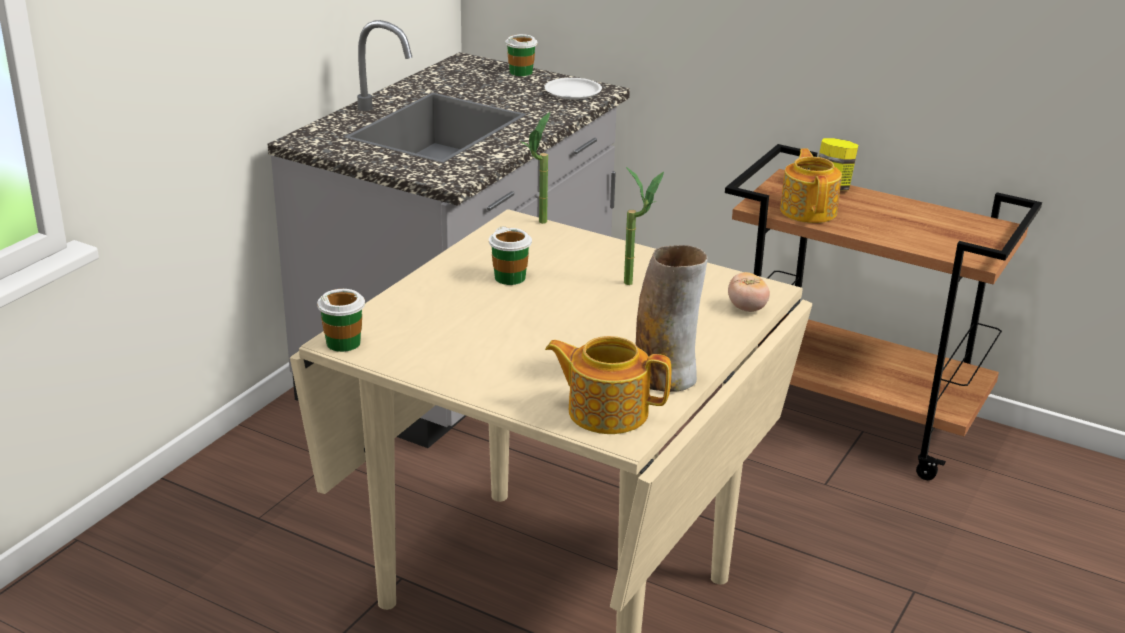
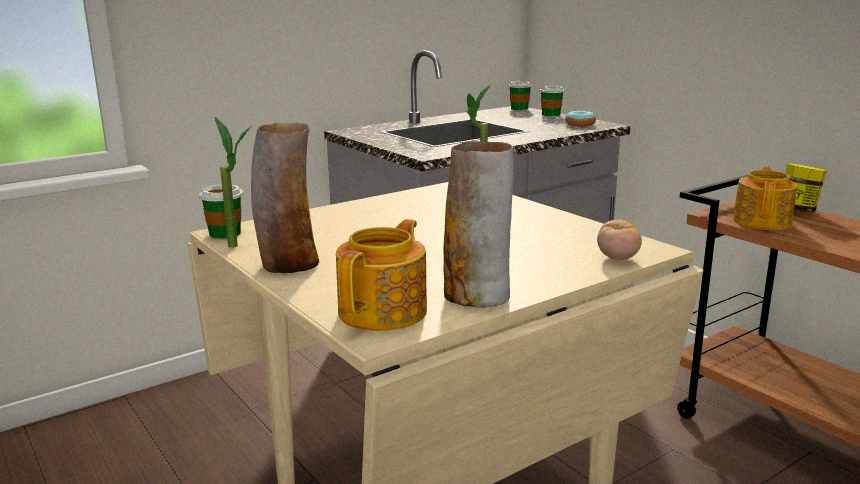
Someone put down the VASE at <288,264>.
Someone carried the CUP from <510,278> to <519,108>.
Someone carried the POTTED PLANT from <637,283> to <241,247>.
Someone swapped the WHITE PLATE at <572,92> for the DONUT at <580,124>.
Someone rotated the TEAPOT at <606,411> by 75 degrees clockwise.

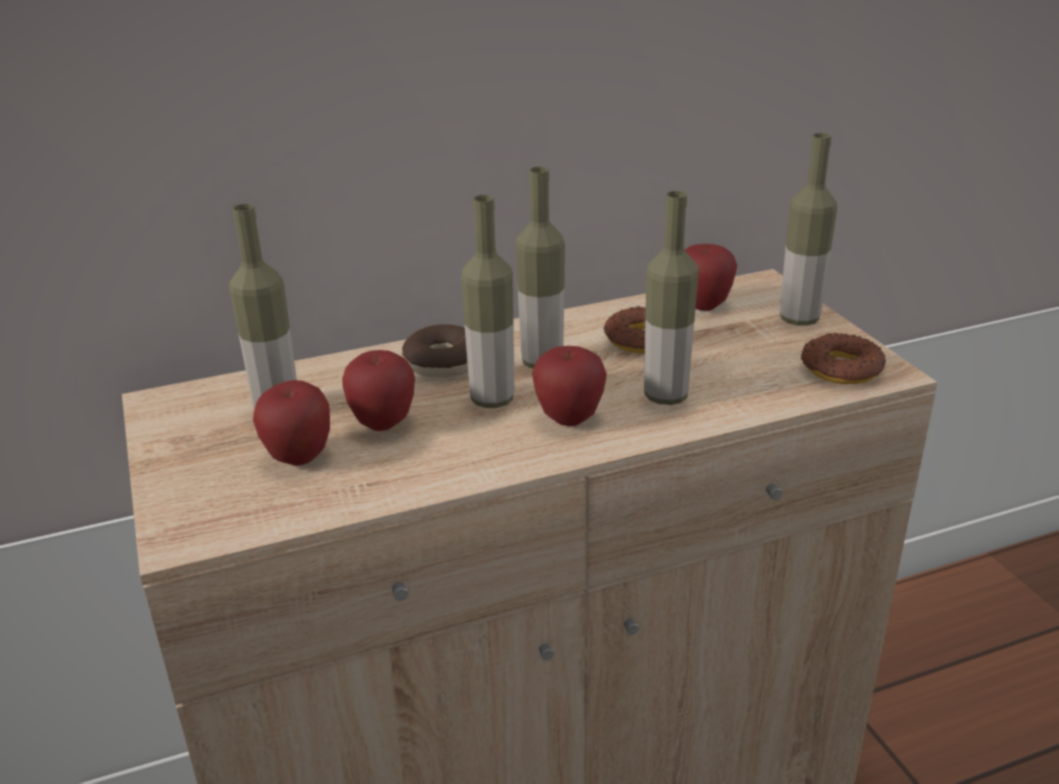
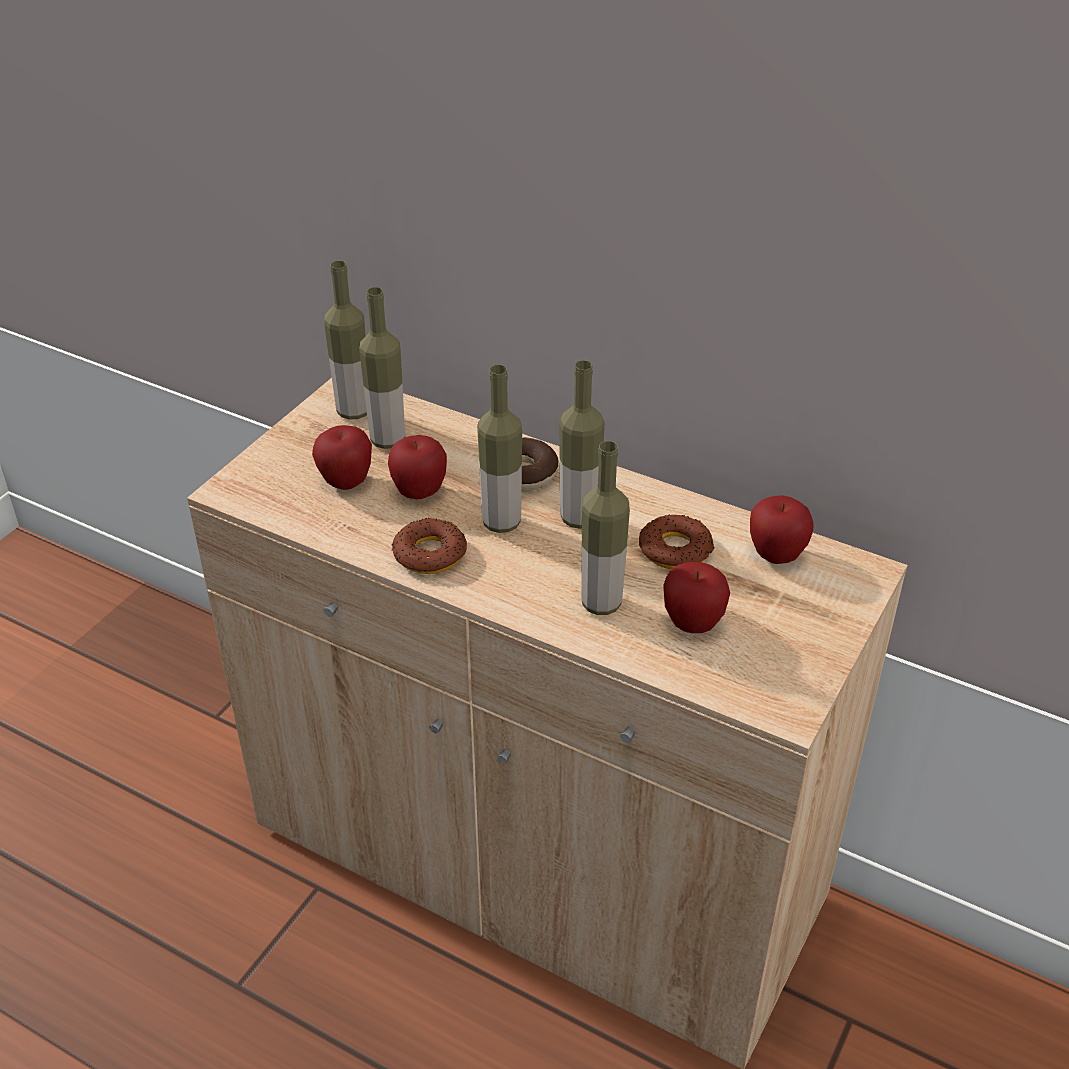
Someone carried the APPLE from <569,418> to <692,624>.
Someone carried the BOTTLE from <799,319> to <353,411>.
Someone carried the DONUT from <841,368> to <430,554>.

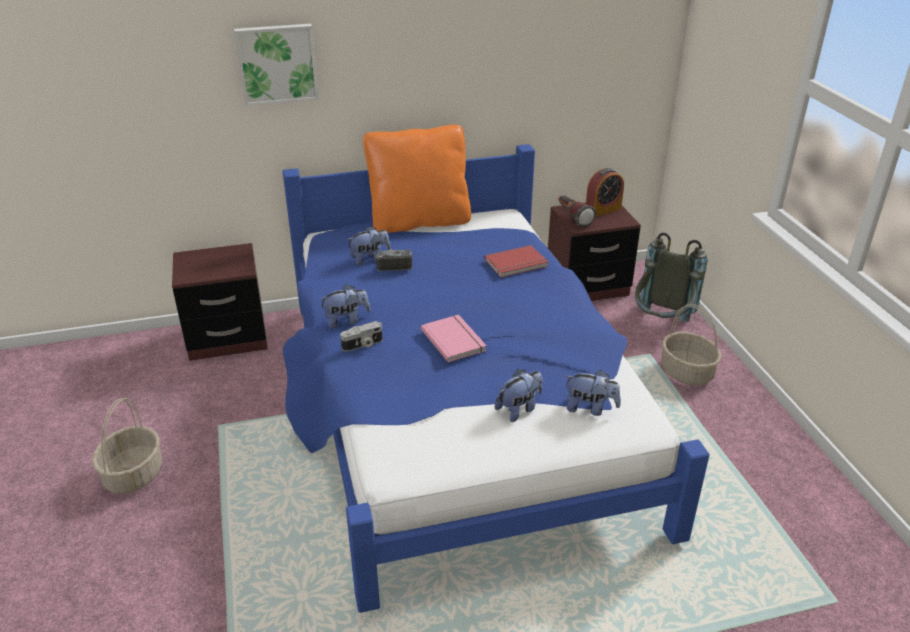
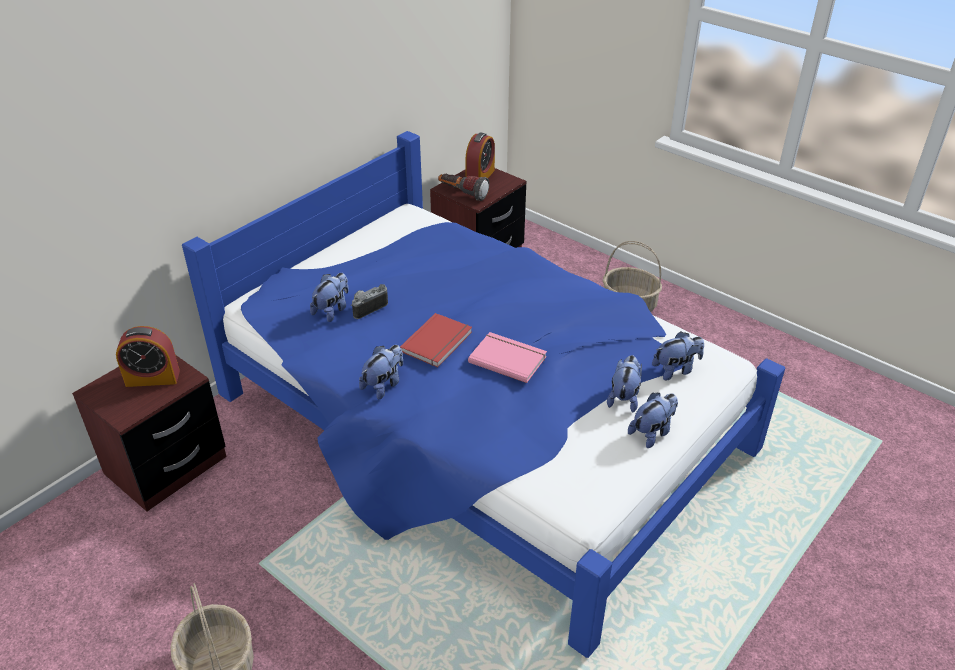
Someone took away the PICTURE at <277,63>.
Someone took away the PHOTO CAMERA at <363,345>.
Someone took away the ORANGE PILLOW at <419,222>.
Someone took away the GREY BACKPACK at <660,325>.
Someone put down the ALARM CLOCK at <152,378>.
Someone put down the PLUSH TOY at <652,432>.
Someone carried the RED BOOK from <517,264> to <438,342>.

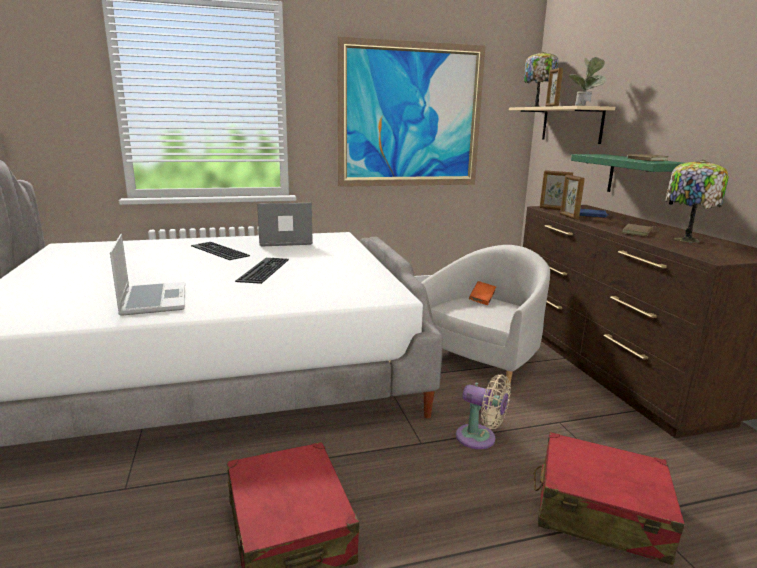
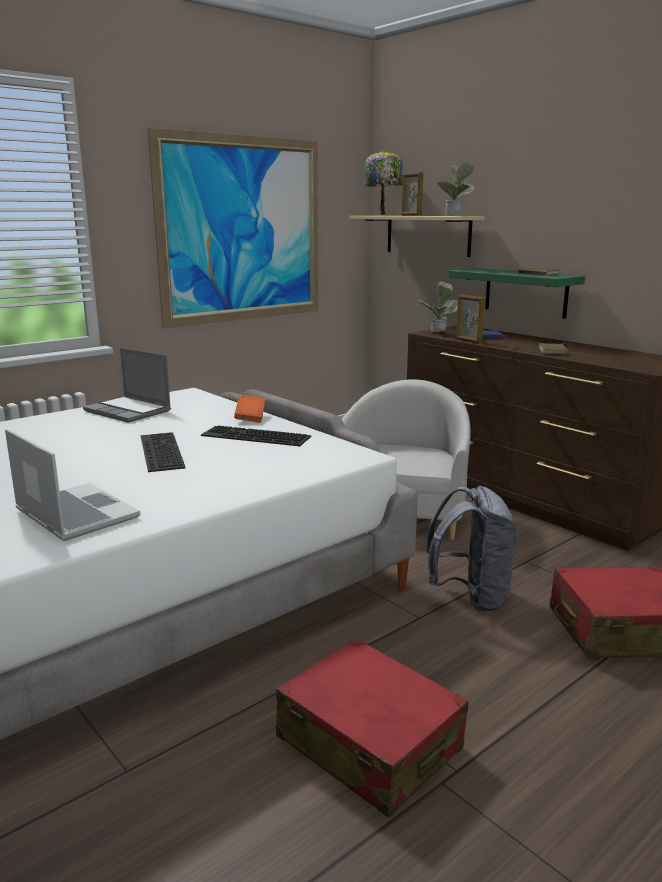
Someone took away the TABLE LAMP at <685,240>.
Someone carried the KEYBOARD from <217,251> to <254,436>.
Someone carried the ORANGE BOOK from <482,300> to <250,418>.
Someone swapped the BEIGE FAN at <480,439> for the GREY BACKPACK at <470,597>.
Someone swapped the PICTURE FRAME at <553,209> for the POTTED PLANT at <439,333>.
Someone rotated the LAPTOP at <284,241> by 105 degrees counterclockwise.

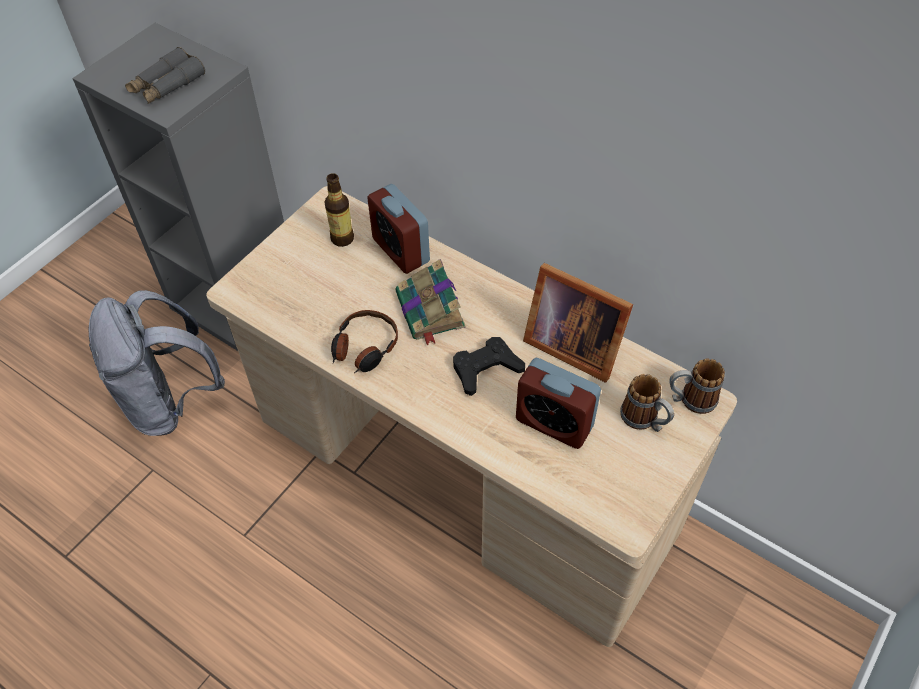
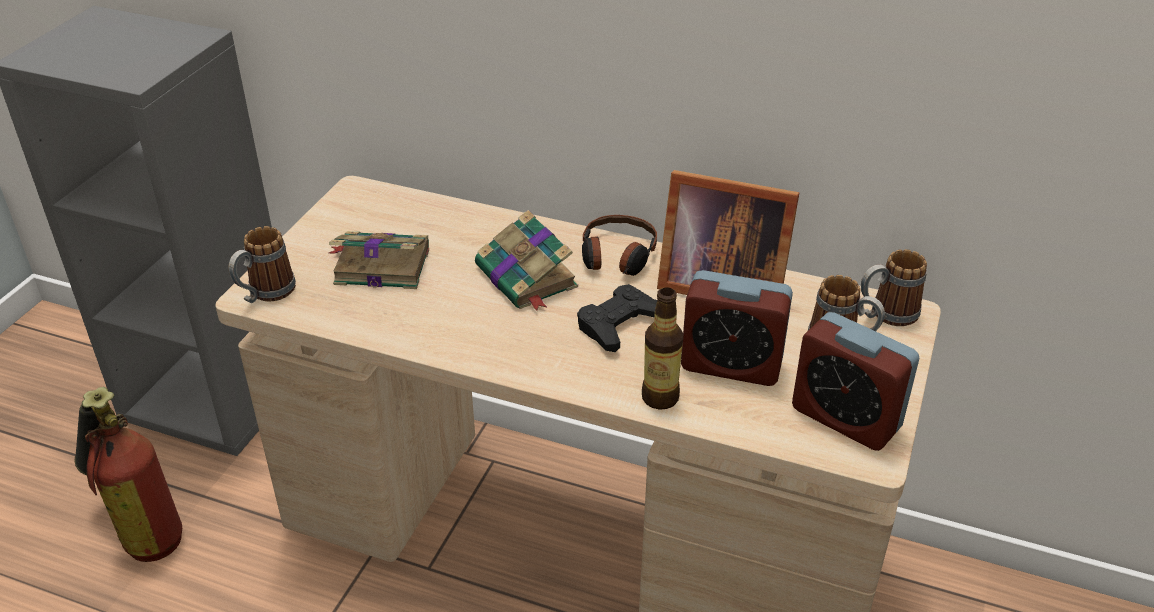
Someone took away the GREY BINOCULARS at <167,85>.
Someone put down the MUG at <265,294>.
Someone put down the BOOK at <380,266>.
Someone carried the BOTTLE from <342,238> to <660,398>.
Someone carried the HEADPHONES from <364,348> to <617,256>.
Someone carried the ALARM CLOCK from <401,250> to <845,418>.
Someone swapped the GREY BACKPACK at <170,401> for the FIRE EXTINGUISHER at <141,530>.

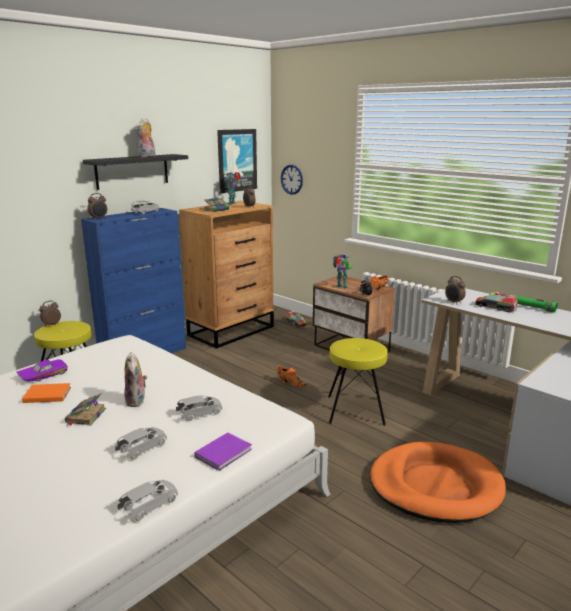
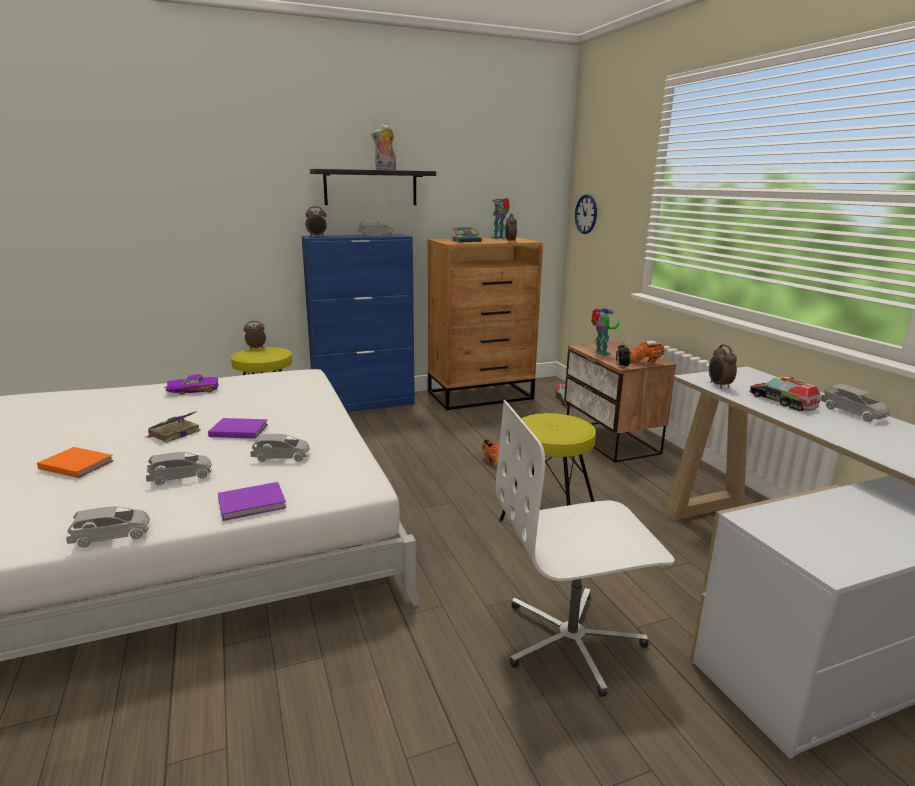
Someone took away the PICTURE at <237,160>.
Someone carried the ORANGE BOOK from <46,394> to <76,464>.
Someone swapped the PLUSH TOY at <137,401> for the PURPLE BOOK at <238,430>.
Someone swapped the ORANGE DOG BED at <435,486> for the WHITE OFFICE CHAIR at <572,640>.
Someone swapped the GREEN FLASHLIGHT at <534,308> for the GREY TOY CAR at <853,413>.

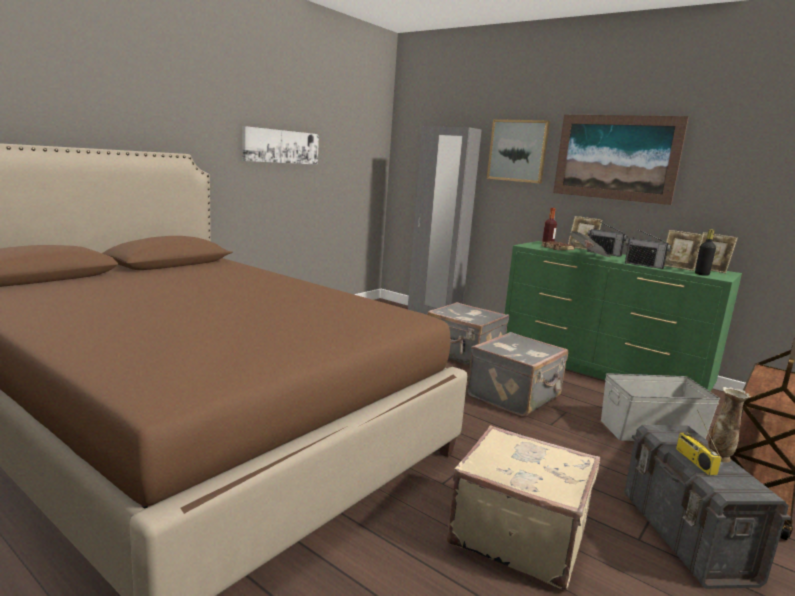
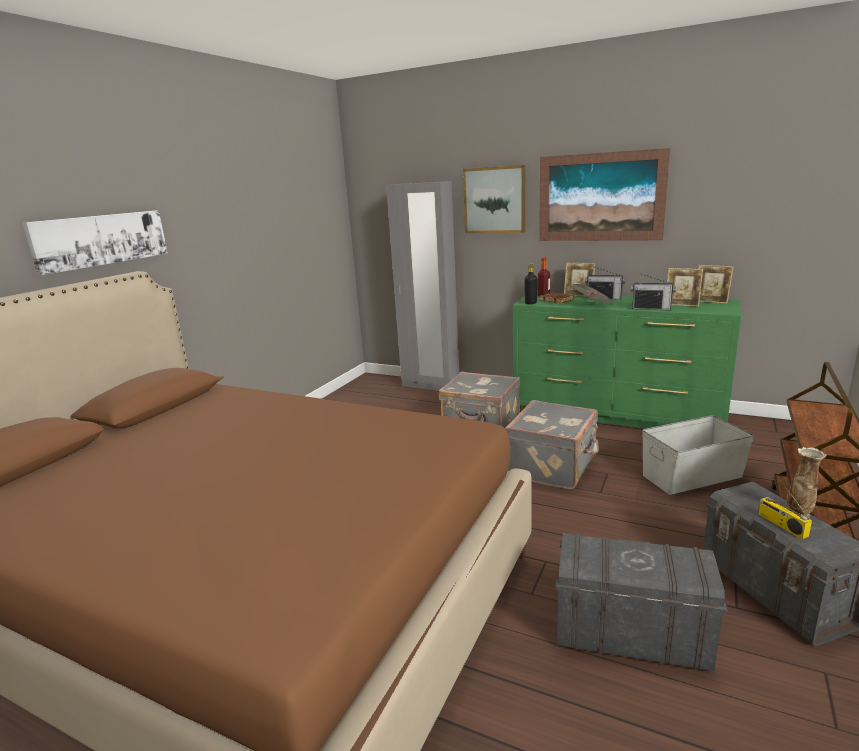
Someone carried the PICTURE from <281,146> to <101,240>.
Someone carried the BLACK BOTTLE from <702,274> to <530,303>.
Someone swapped the BEIGE SUITCASE at <518,534> for the GREY STORAGE BOX at <629,635>.

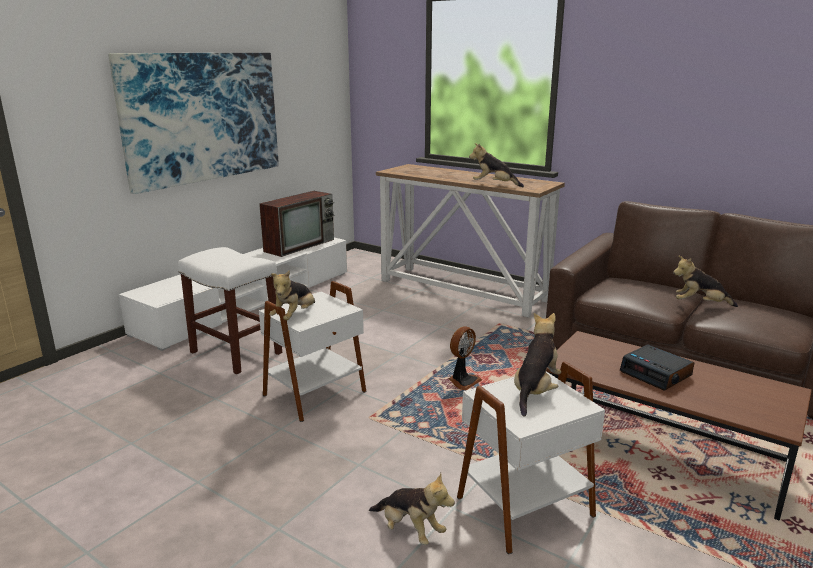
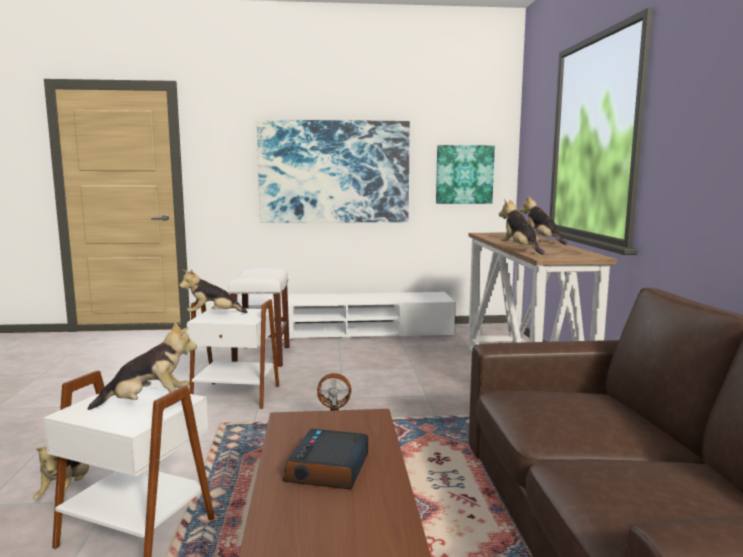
Someone took away the TELEVISION at <300,245>.
Someone put up the PICTURE at <464,174>.
Someone carried the PLUSH TOY from <700,304> to <541,241>.

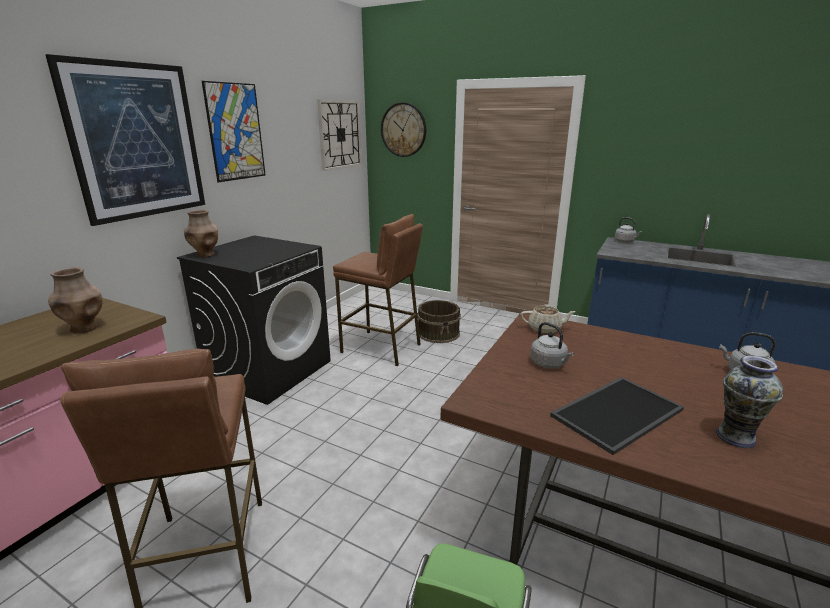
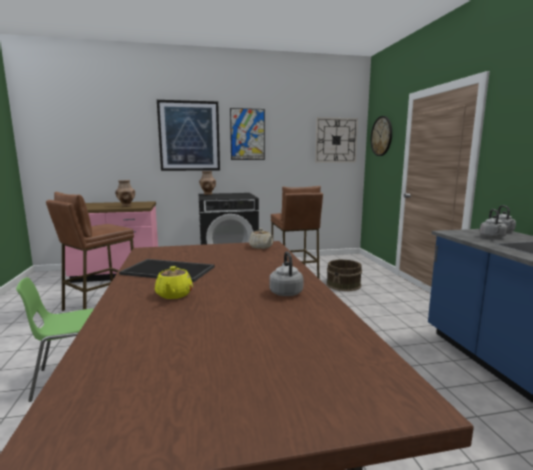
Someone carried the GREY KETTLE from <549,364> to <492,237>.
Someone swapped the VASE at <735,436> for the YELLOW TEAPOT at <174,295>.

